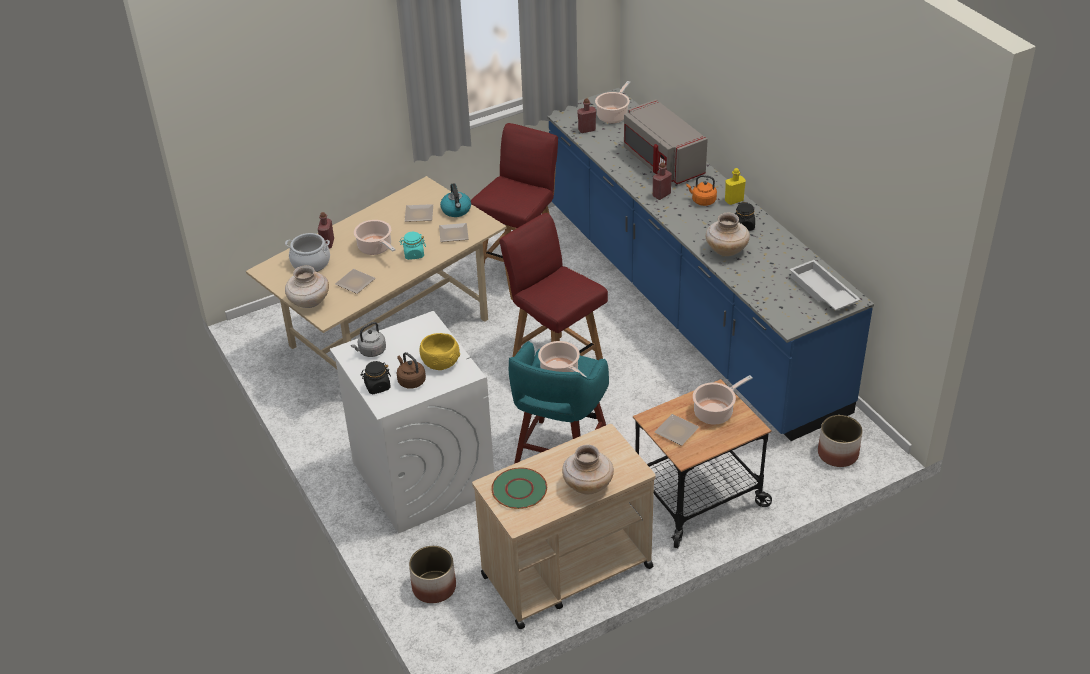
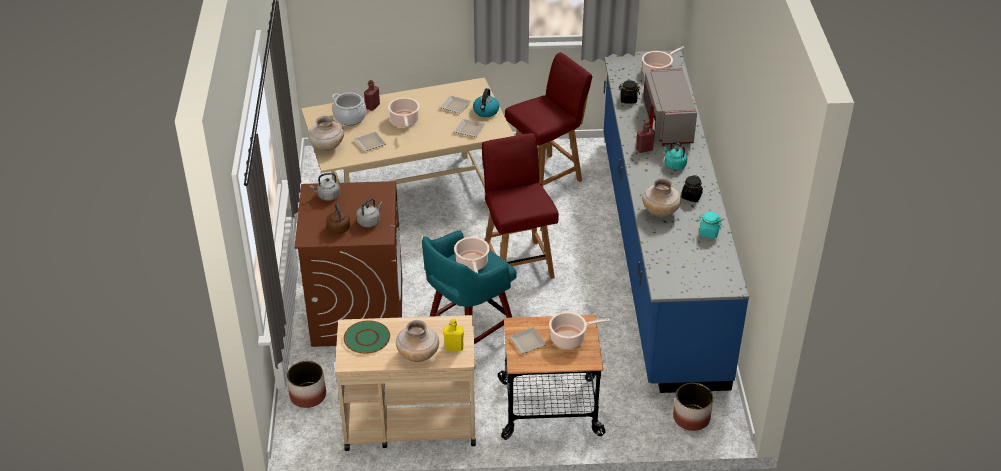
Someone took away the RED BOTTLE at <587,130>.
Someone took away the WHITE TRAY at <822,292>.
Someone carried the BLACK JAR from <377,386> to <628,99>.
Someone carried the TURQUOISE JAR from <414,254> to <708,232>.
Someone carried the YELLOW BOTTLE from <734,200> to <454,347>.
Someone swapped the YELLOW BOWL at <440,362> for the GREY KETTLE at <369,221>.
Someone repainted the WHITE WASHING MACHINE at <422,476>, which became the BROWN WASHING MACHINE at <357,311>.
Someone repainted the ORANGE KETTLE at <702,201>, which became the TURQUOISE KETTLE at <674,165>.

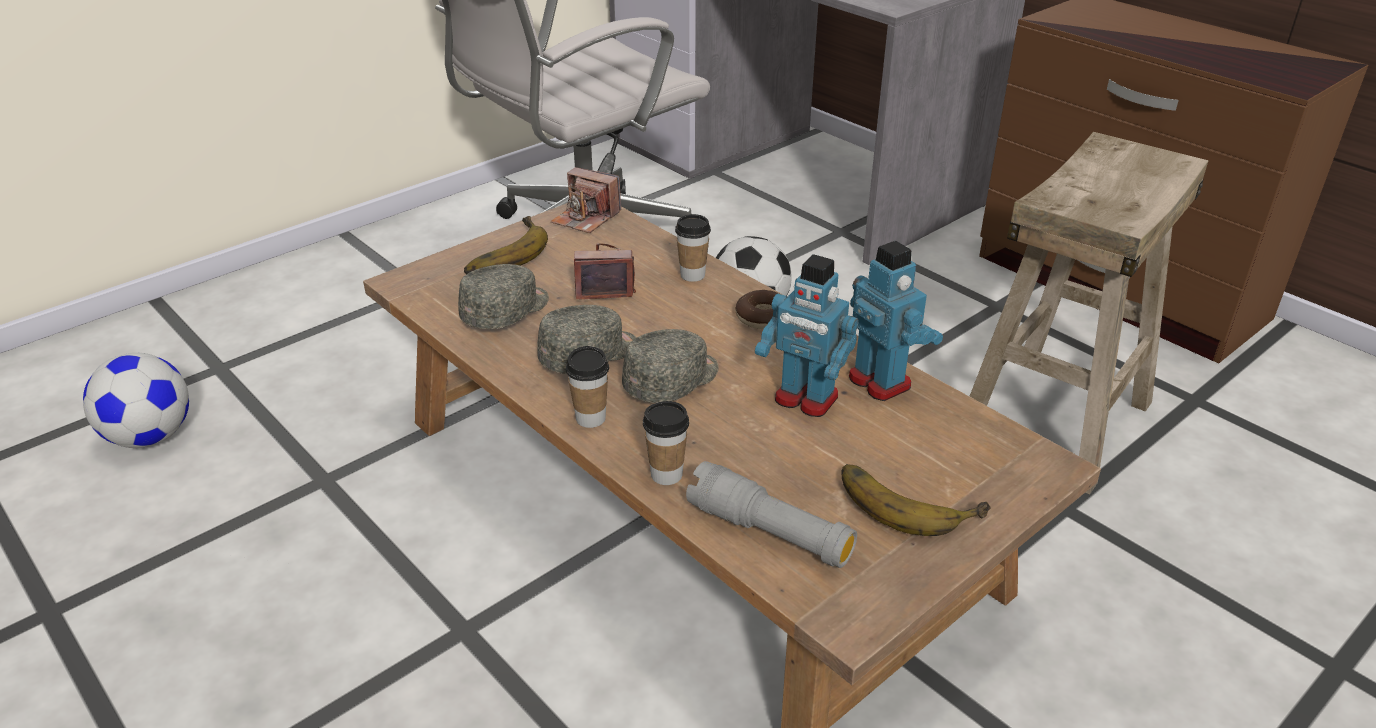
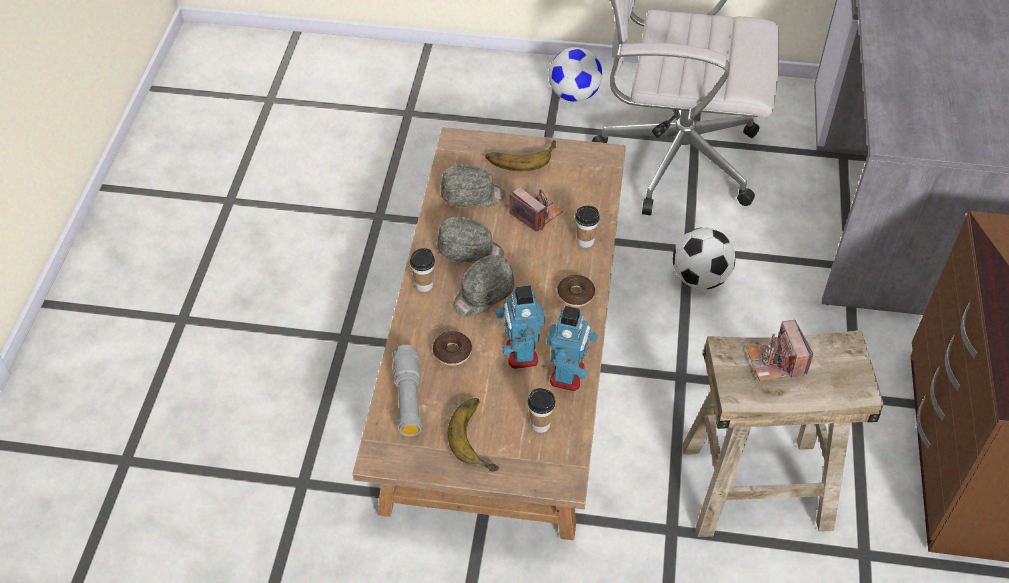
Someone put down the DONUT at <452,352>.
Someone carried the FOOTBALL from <151,437> to <574,95>.
Someone carried the PHOTO CAMERA from <586,218> to <776,362>.
Someone carried the CUP from <666,474> to <540,424>.
Someone rotated the GREY CAP at <673,381> by 135 degrees clockwise.

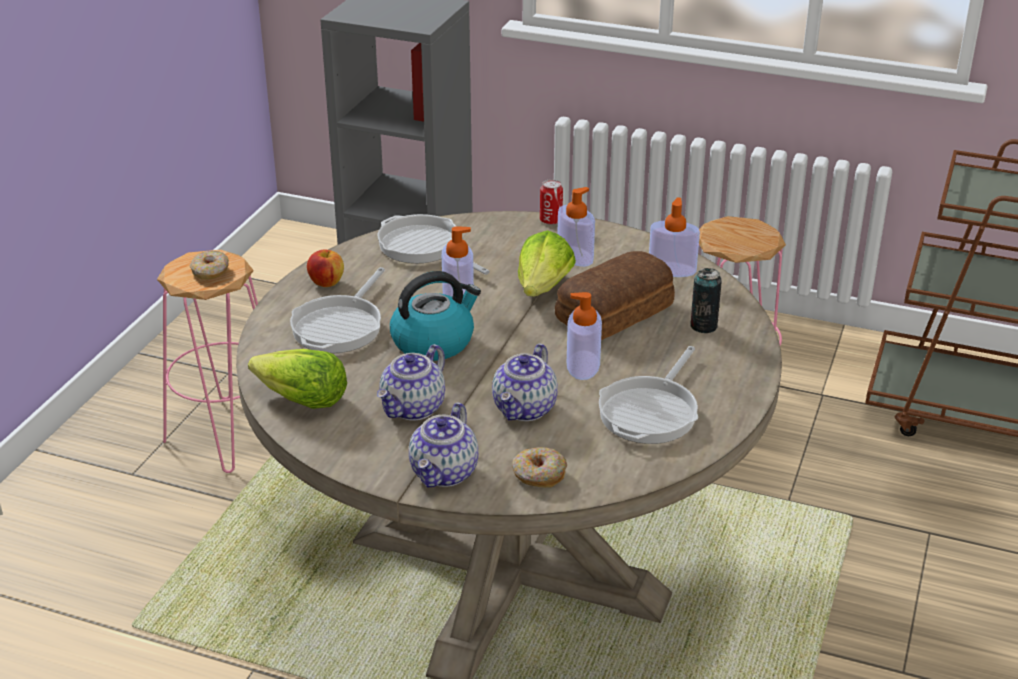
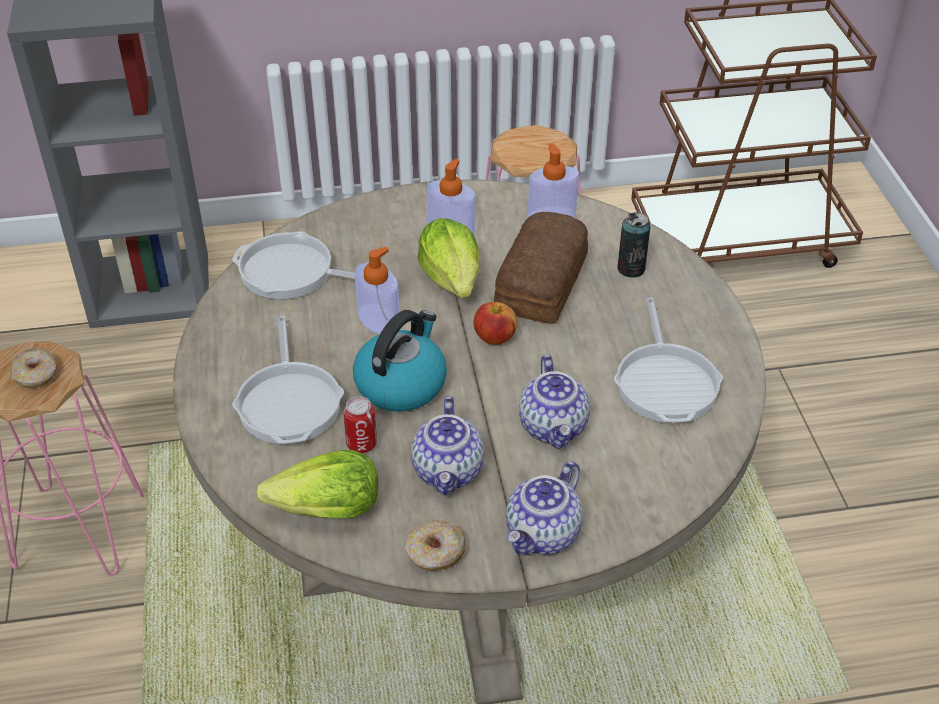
Someone took away the SOAP DISPENSER at <583,365>.
Someone carried the APPLE from <326,283> to <494,338>.
Someone carried the DONUT from <538,475> to <435,553>.
Someone carried the CAN from <551,220> to <361,444>.
Someone rotated the TEAPOT at <445,473> by 45 degrees clockwise.

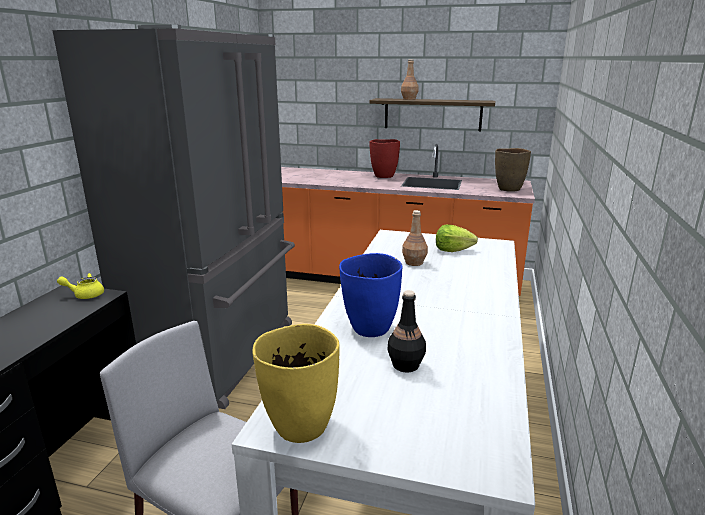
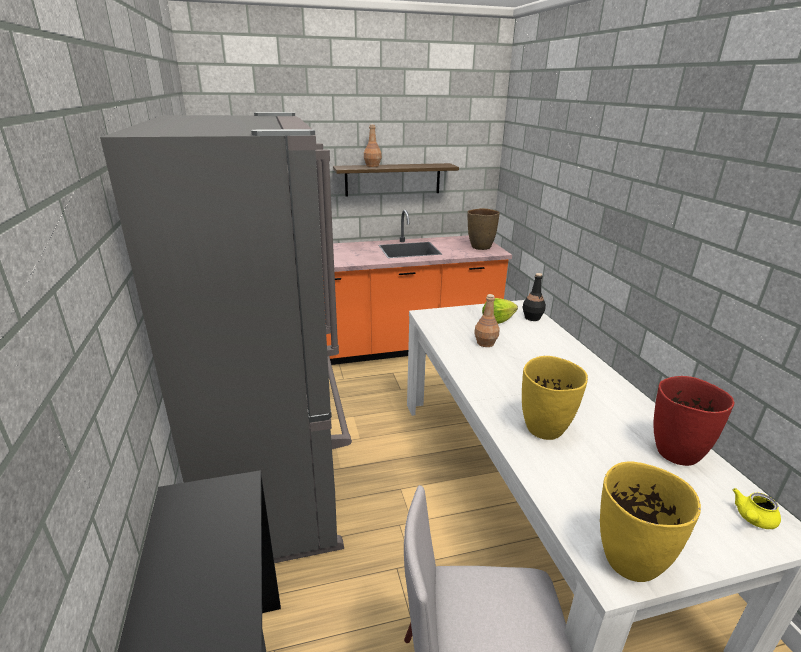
Someone carried the YELLOW TEAPOT from <85,295> to <752,519>.
Someone carried the RED VASE from <383,176> to <675,453>.
Someone carried the BLACK BOTTLE from <405,365> to <532,318>.
Someone repainted the BLUE VASE at <370,329>, which became the YELLOW VASE at <545,429>.

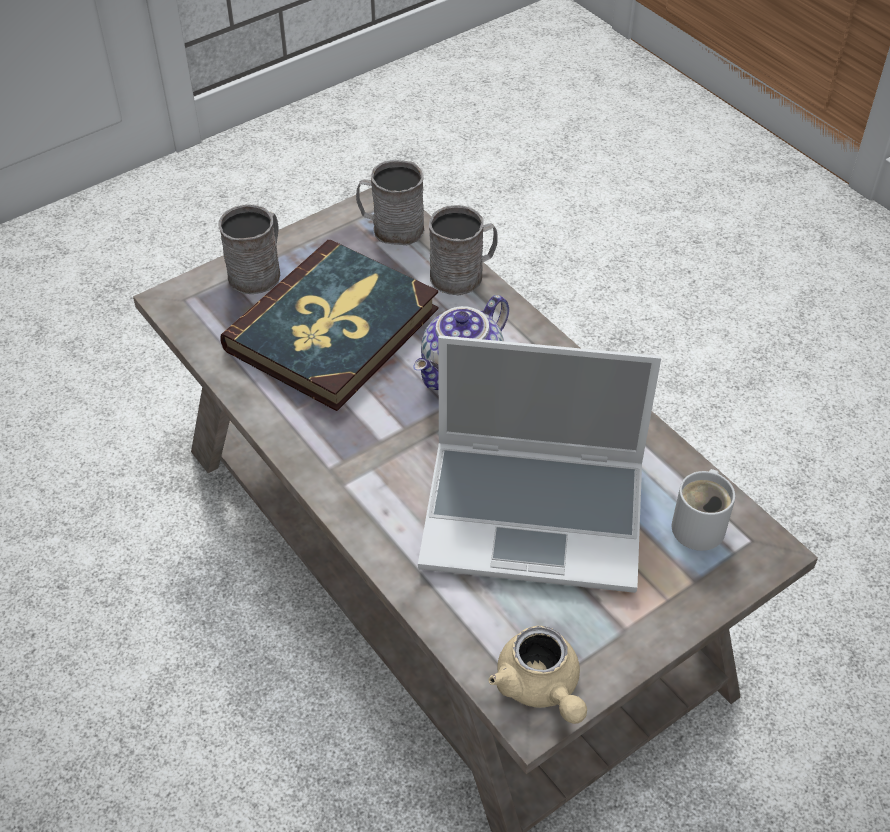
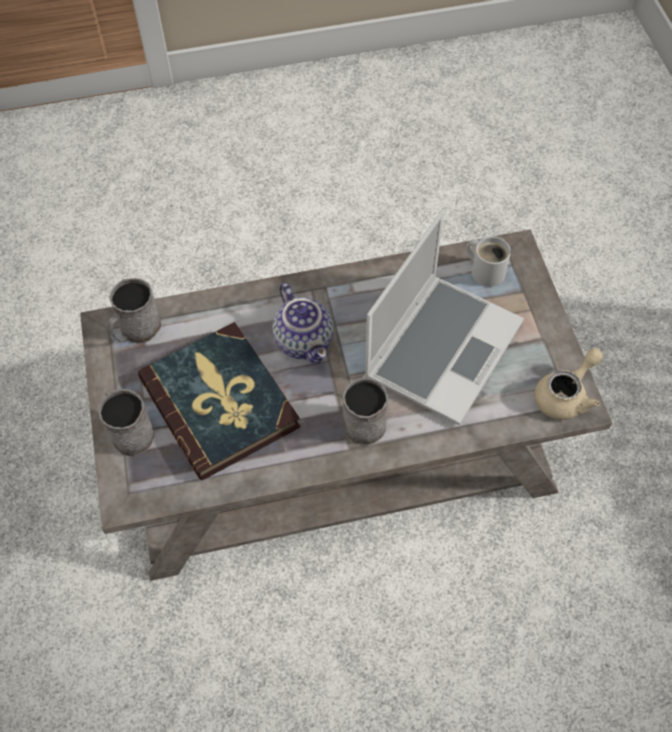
Someone carried the GREY MUG from <463,275> to <364,419>.
Someone rotated the BEIGE TEAPOT at <541,688> by 45 degrees counterclockwise.

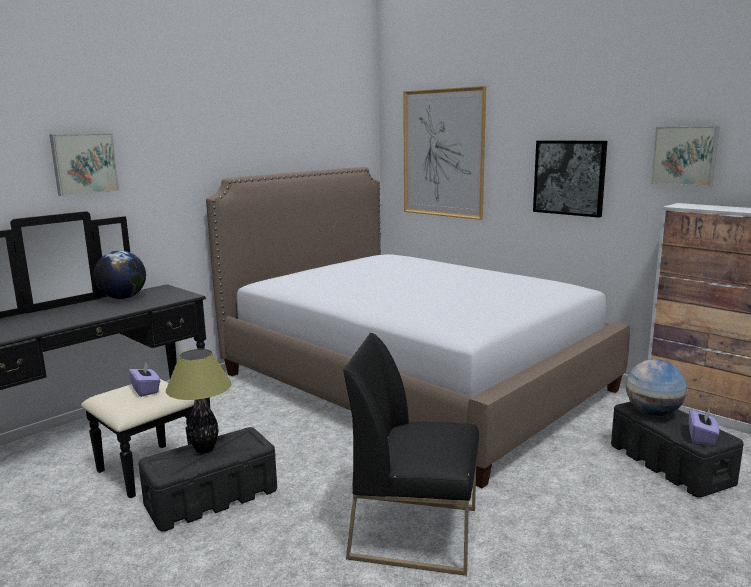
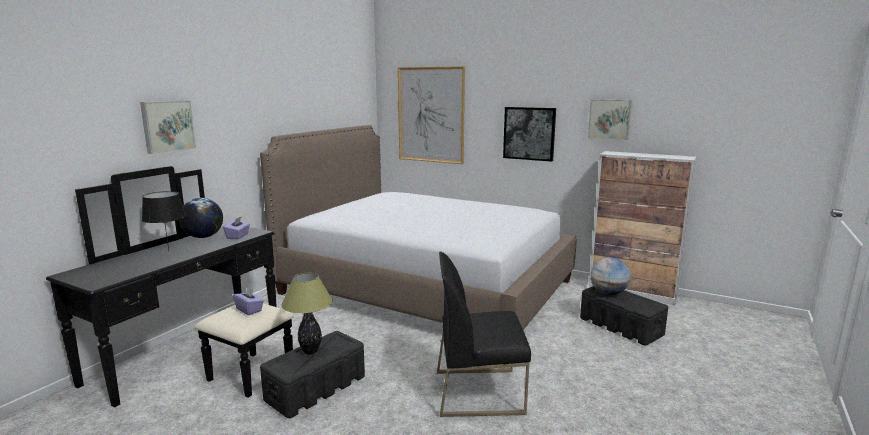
Someone put down the BLACK TABLE LAMP at <168,251>.
Someone carried the PURPLE TISSUE BOX from <701,437> to <238,236>.

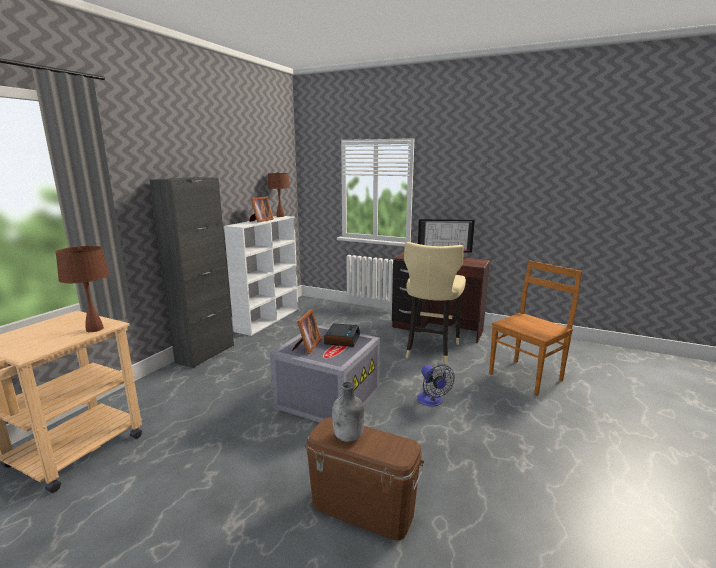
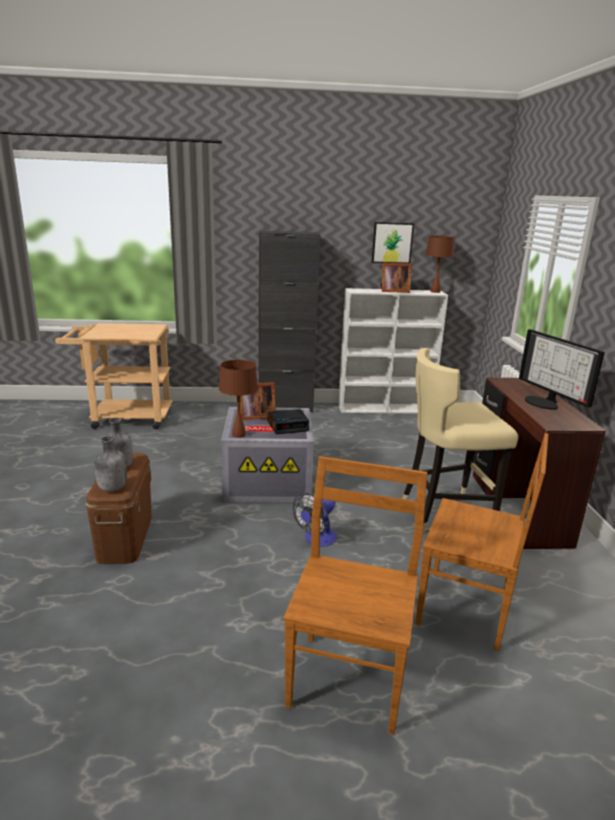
Someone put down the GREY BOTTLE at <112,488>.
Someone put down the BROWN CHAIR at <348,678>.
Someone put up the PICTURE at <392,242>.
Someone carried the BROWN TABLE LAMP from <94,329> to <238,434>.

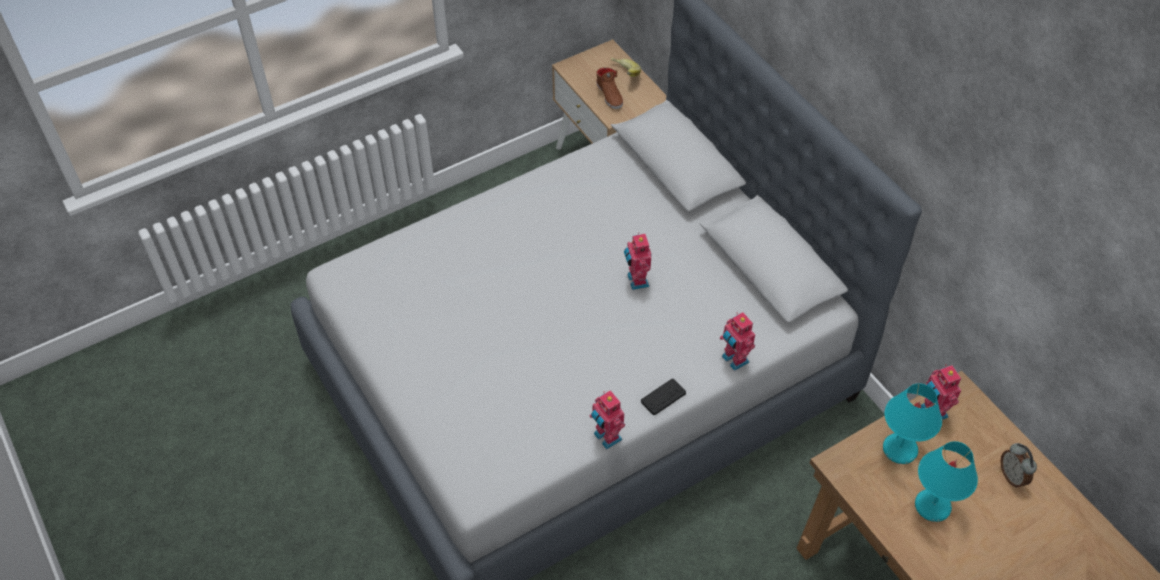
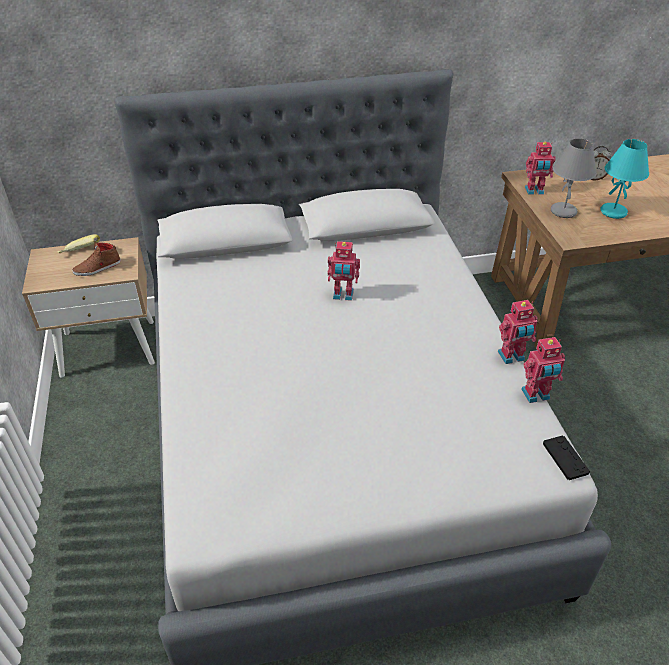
Someone carried the BLACK GAME CONTROLLER from <663,397> to <565,458>.
Someone carried the TOY ROBOT from <733,360> to <536,395>.
Someone repainted the TURQUOISE TABLE LAMP at <899,450>, which became the GREY TABLE LAMP at <564,212>.
Someone rotated the BROWN SHOE at <610,95> by 150 degrees clockwise.

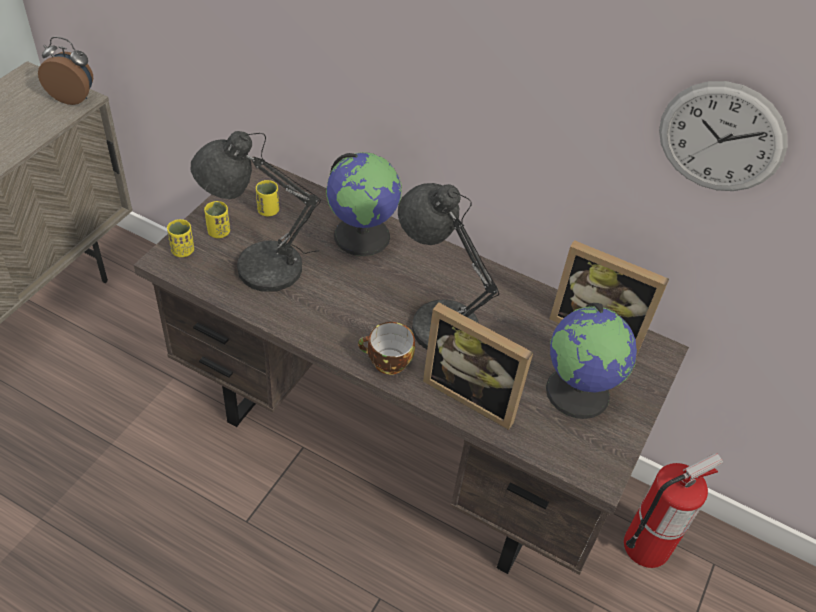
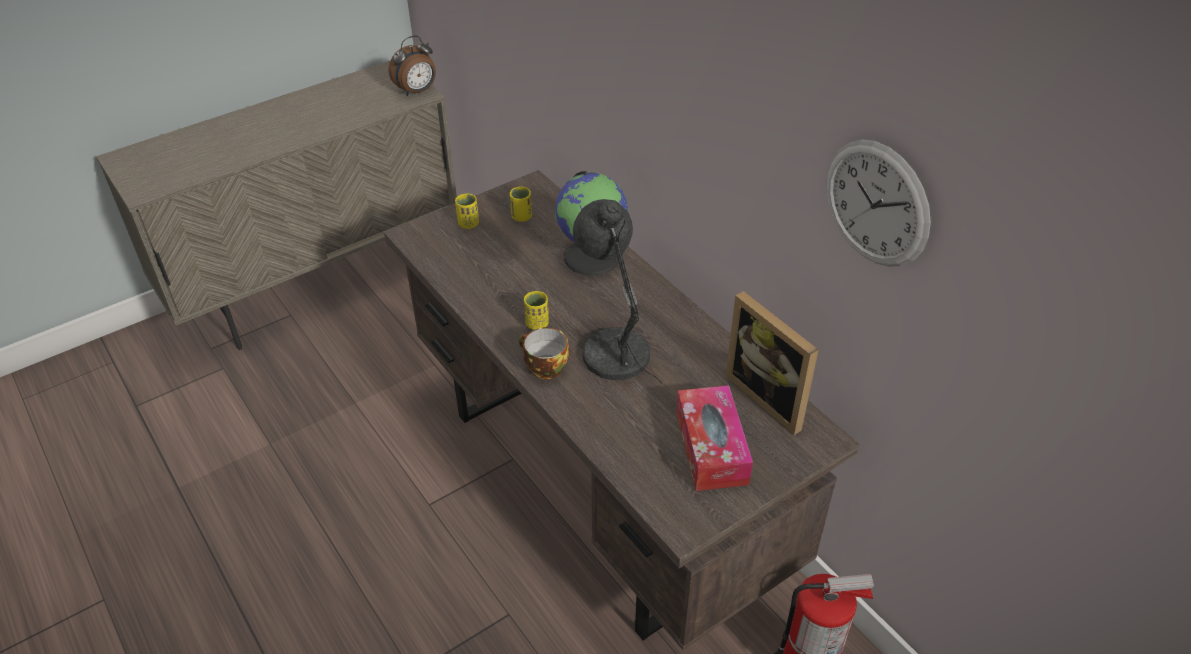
Someone took away the GREY TABLE LAMP at <260,267>.
Someone took away the PICTURE FRAME at <473,393>.
Someone carried the YELLOW CUP from <182,251> to <537,323>.
Someone swapped the GLOBE at <579,392> for the TISSUE BOX at <711,448>.
Someone rotated the ALARM CLOCK at <73,97> by 105 degrees clockwise.

